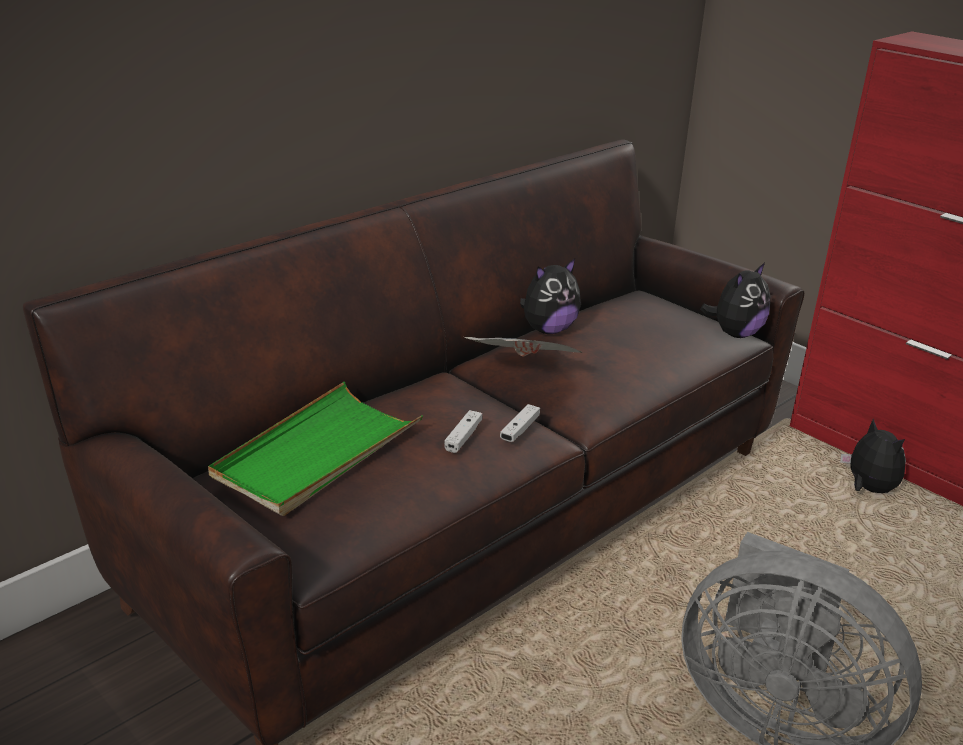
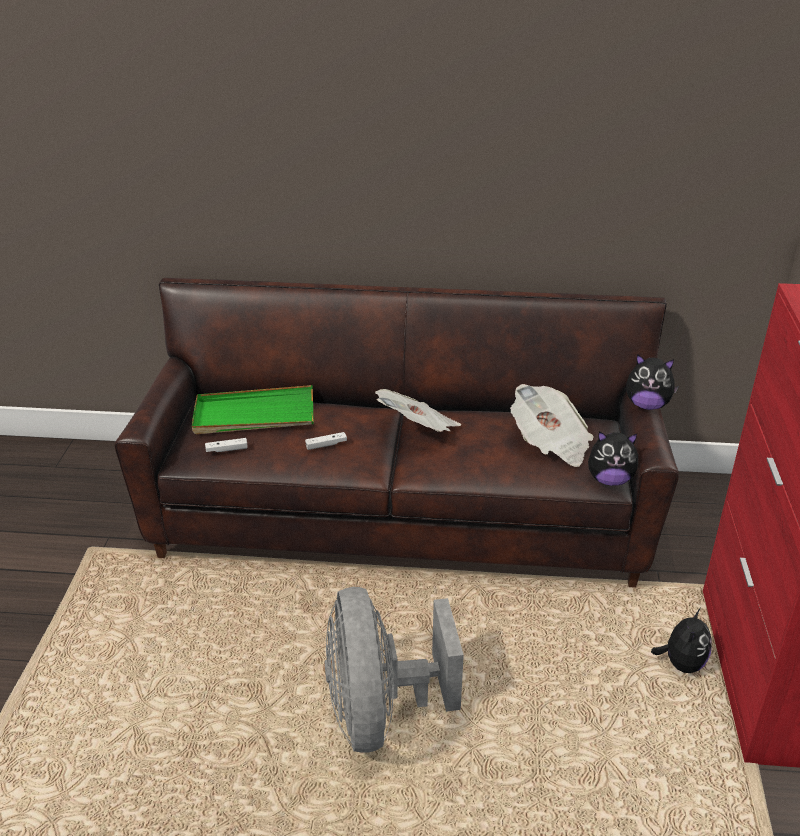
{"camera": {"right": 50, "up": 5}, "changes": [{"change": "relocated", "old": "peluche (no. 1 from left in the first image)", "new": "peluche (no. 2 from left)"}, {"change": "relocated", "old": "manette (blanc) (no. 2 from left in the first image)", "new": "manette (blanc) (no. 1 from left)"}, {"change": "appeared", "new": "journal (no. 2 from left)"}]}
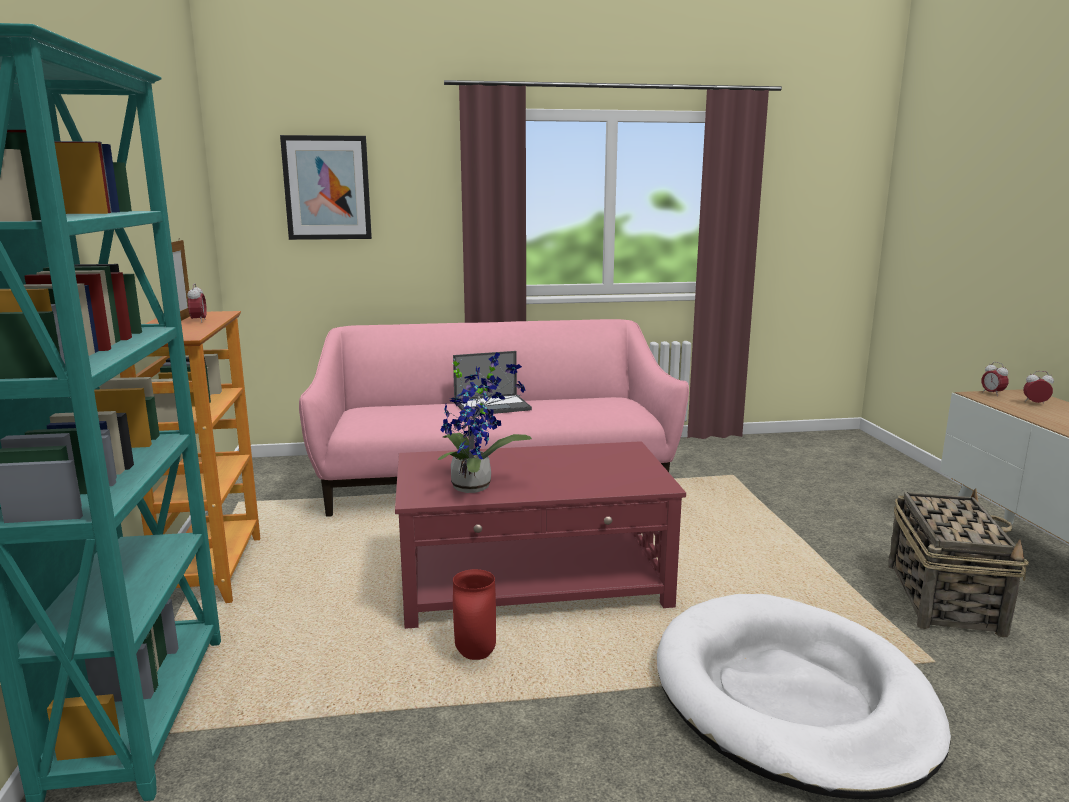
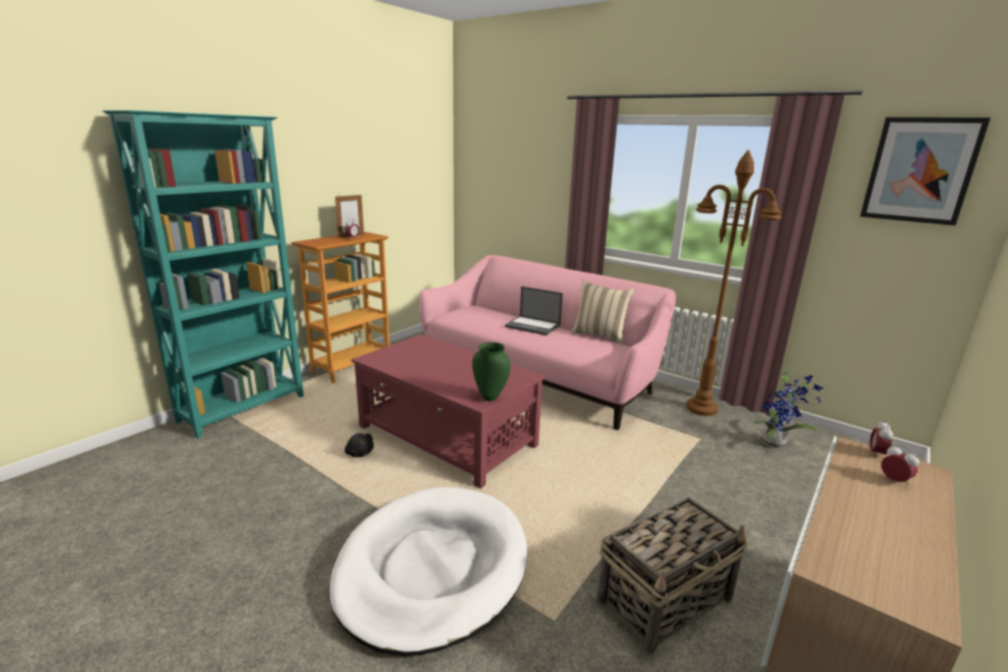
{"camera": {"right": 45, "up": 5}, "changes": [{"change": "relocated", "old": "tableau"}, {"change": "relocated", "old": "plante en pot"}, {"change": "exchanged", "old": "vase (rouge)", "new": "peluche (noir)"}, {"change": "appeared", "new": "lampadaire (marron)"}, {"change": "appeared", "new": "coussin (beige)"}, {"change": "appeared", "new": "vase (vert)"}]}
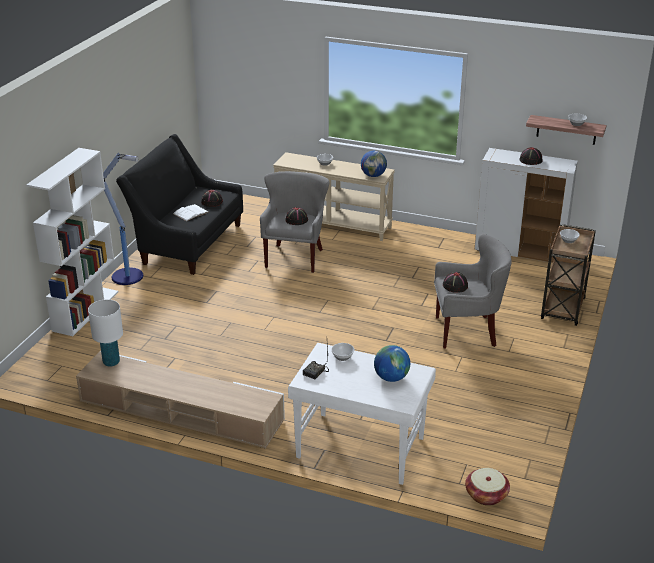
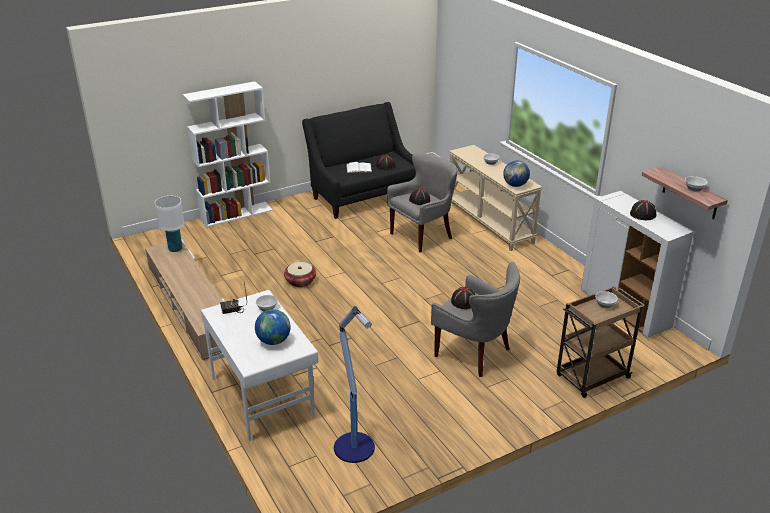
{"camera": {"right": 40, "up": 0}, "changes": [{"change": "relocated", "old": "lampadaire"}, {"change": "relocated", "old": "panier"}]}
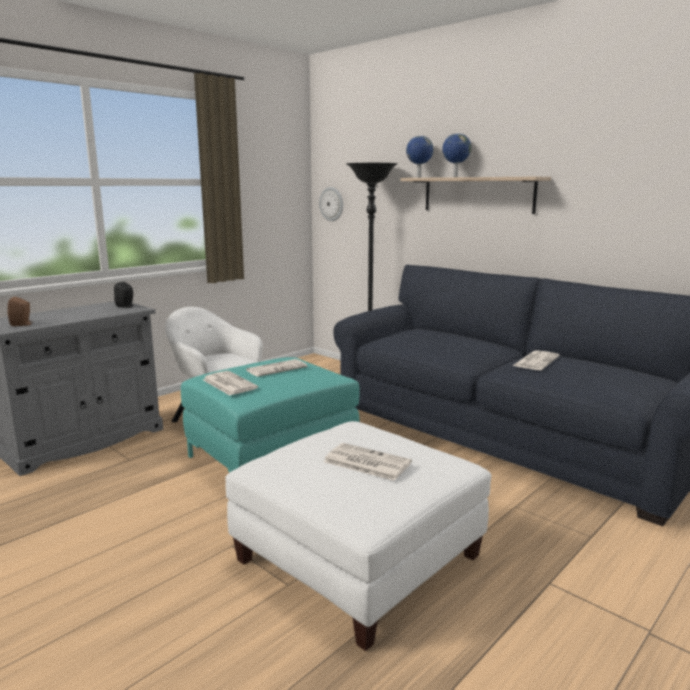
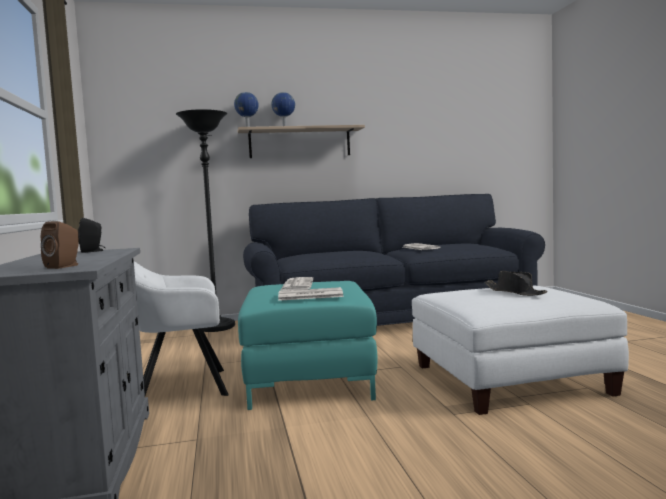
{"camera": {"right": -55, "up": -10}, "changes": [{"change": "missing", "old": "horloge murale"}, {"change": "exchanged", "old": "journal (no. 3 from left)", "new": "chapeau (noir)"}]}
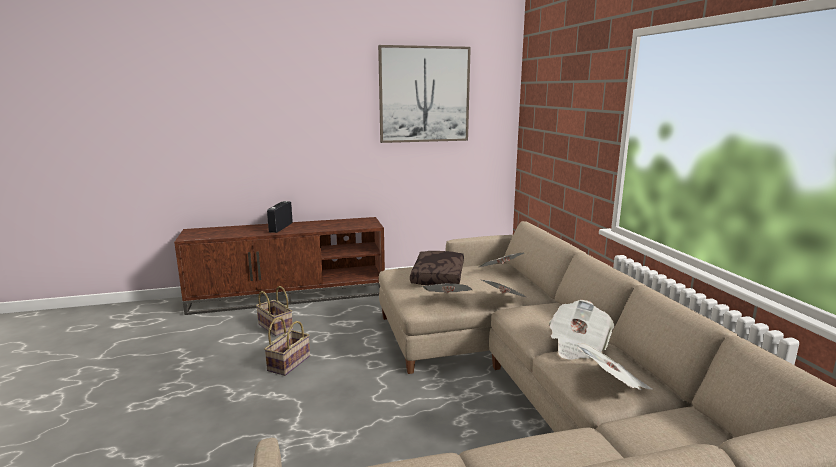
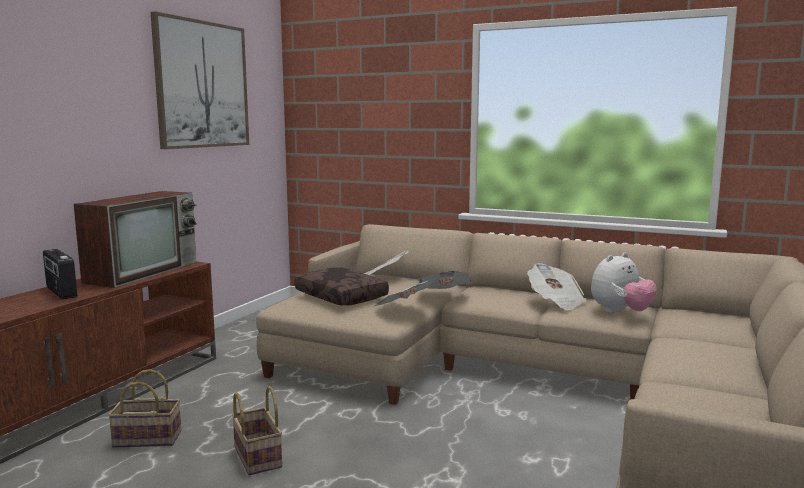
{"camera": {"right": -50, "up": -5}, "changes": [{"change": "exchanged", "old": "journal (no. 5 from left)", "new": "peluche"}, {"change": "appeared", "new": "téléviseur"}]}
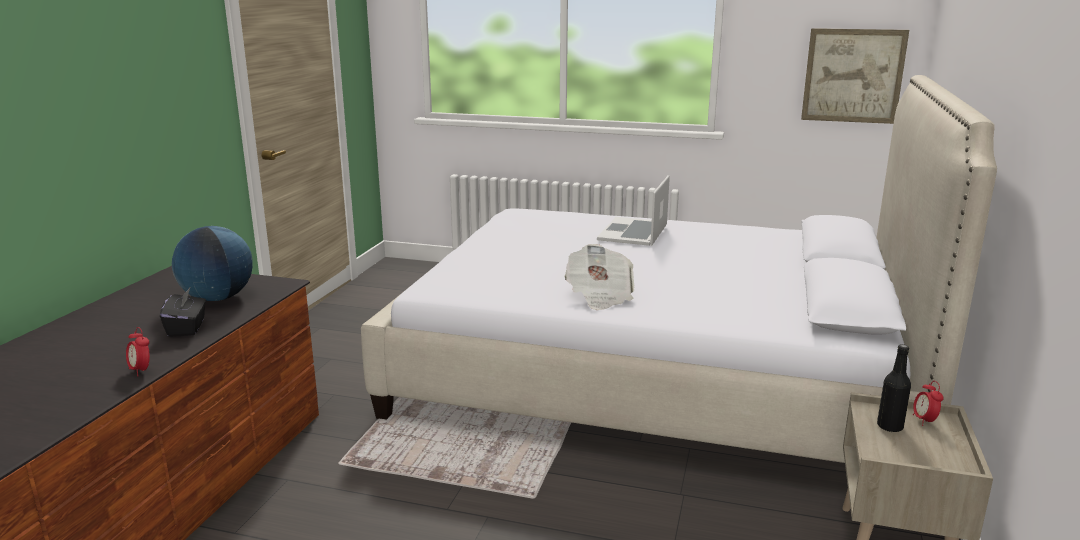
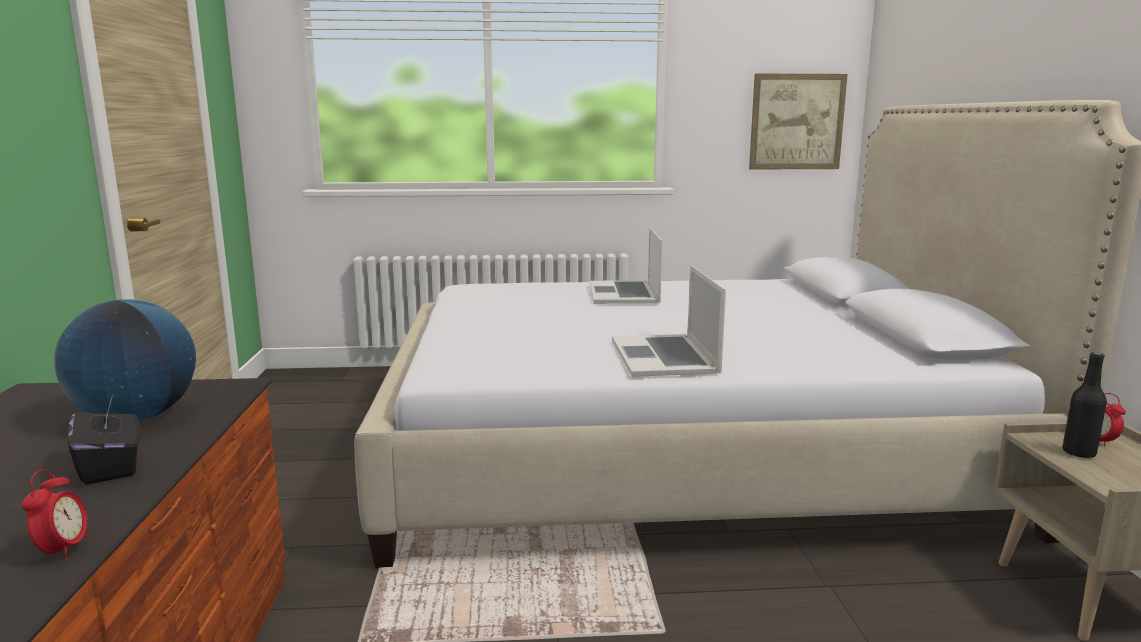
{"camera": {"right": -20, "up": -5}, "changes": [{"change": "exchanged", "old": "journal", "new": "ordinateur portable (no. 2 from left)"}, {"change": "spun", "old": "réveil (no. 1 from left)", "degrees": -120}]}
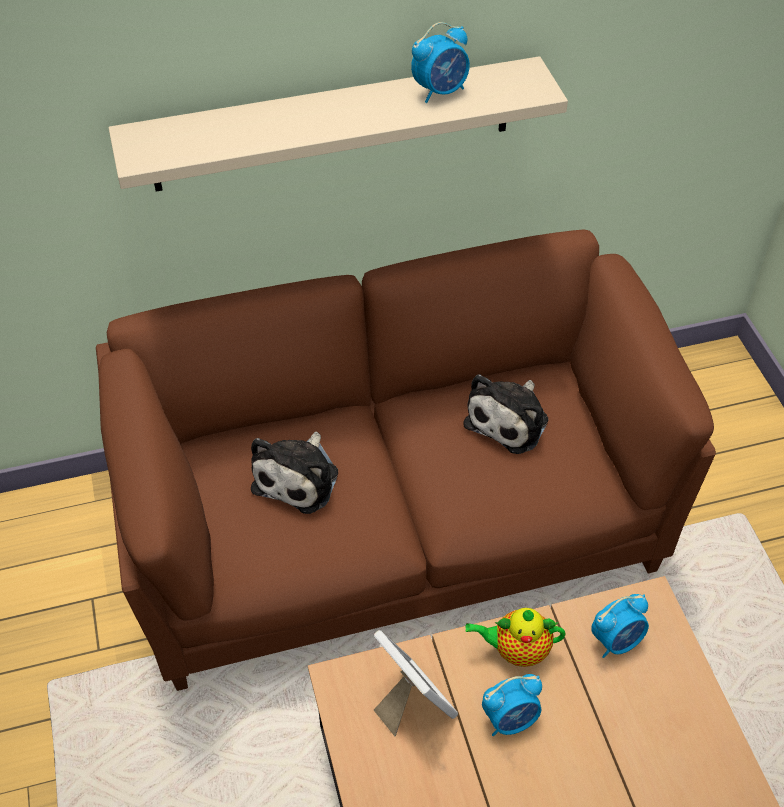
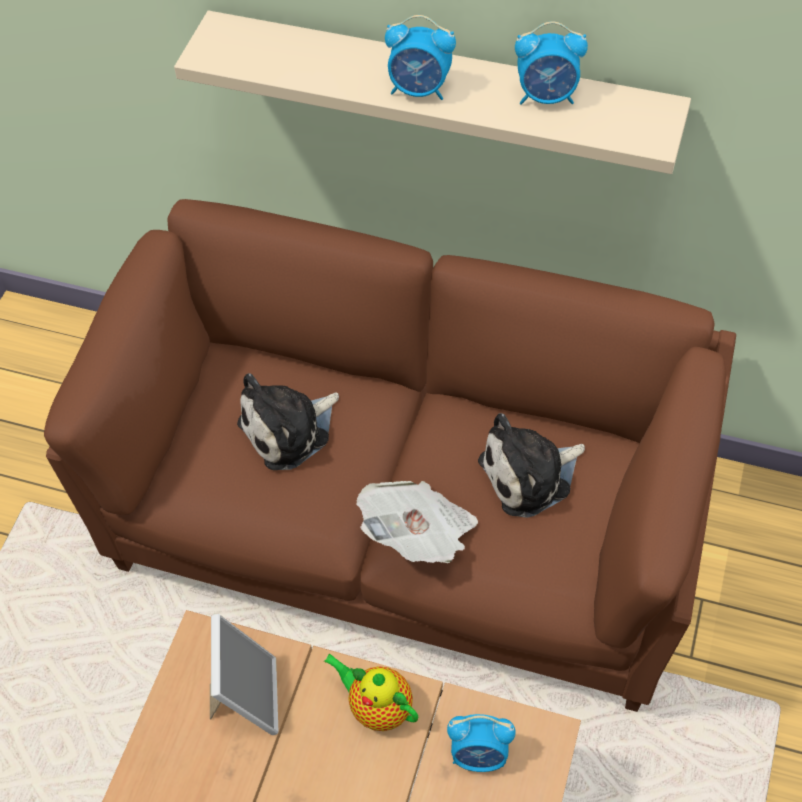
{"camera": {"right": 35, "up": 5}, "changes": [{"change": "relocated", "old": "réveil (no. 2 from left in the first image)", "new": "réveil (no. 1 from left)"}, {"change": "appeared", "new": "journal"}]}
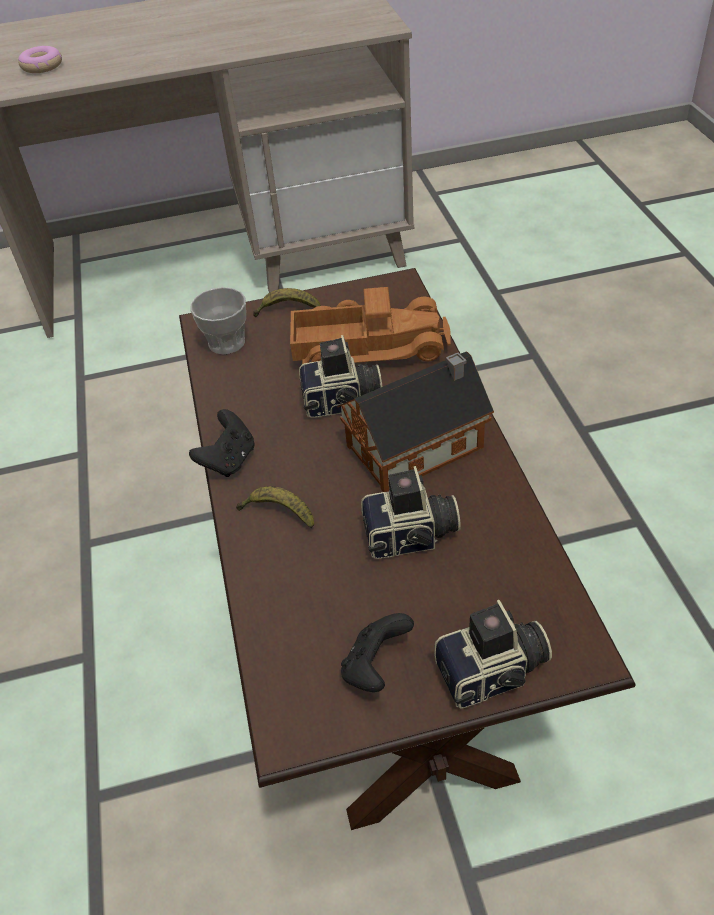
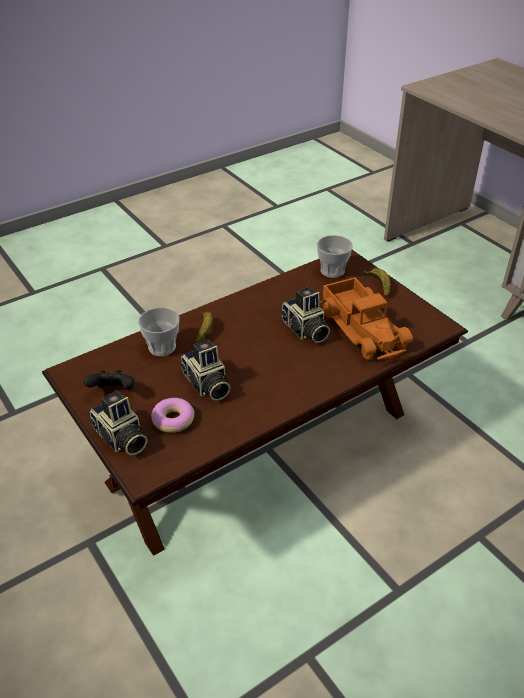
{"camera": {"right": 65, "up": -5}, "changes": [{"change": "relocated", "old": "beignet"}, {"change": "missing", "old": "maison miniature"}, {"change": "missing", "old": "manette (noir) (no. 1 from left)"}, {"change": "appeared", "new": "tasse (no. 1 from left)"}]}
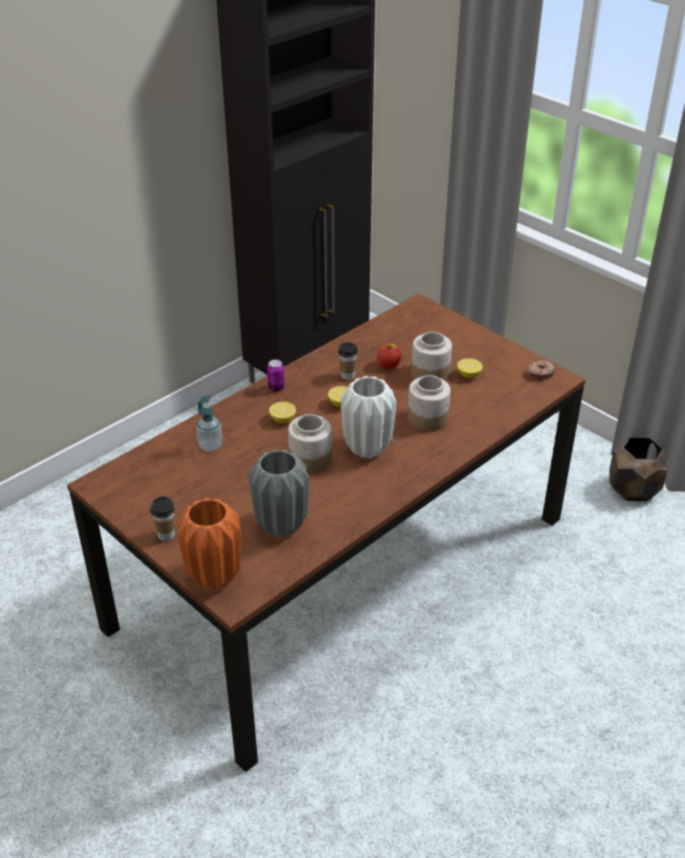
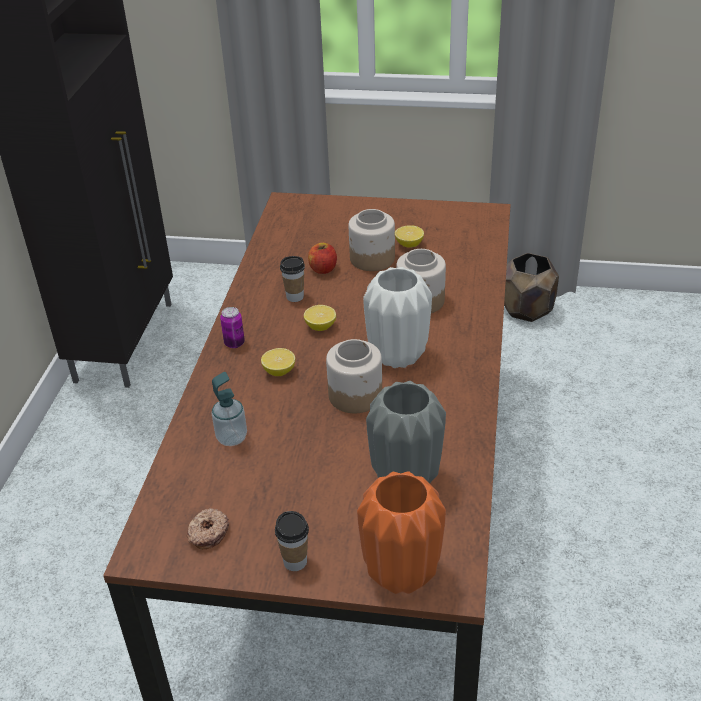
{"camera": {"right": -35, "up": 0}, "changes": [{"change": "relocated", "old": "beignet"}]}
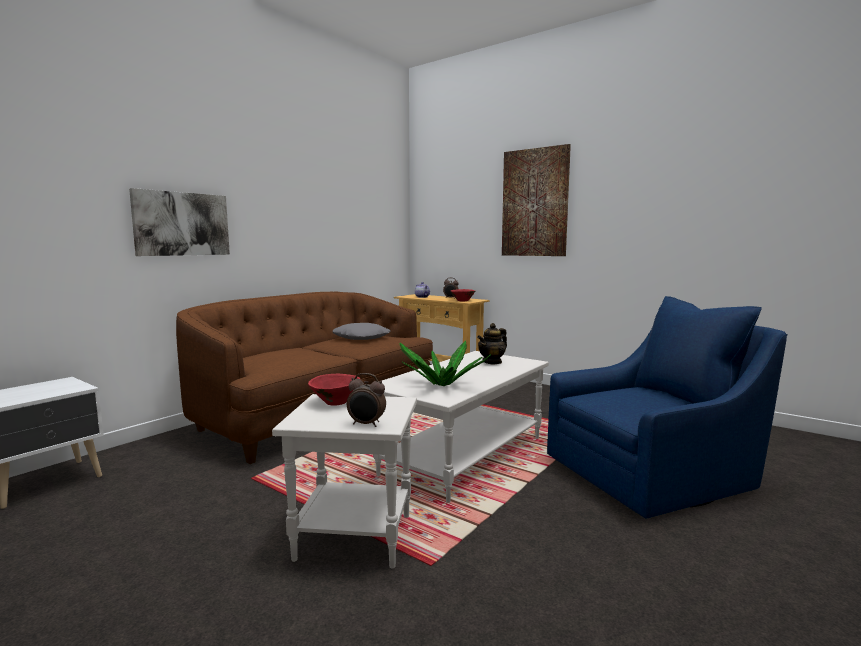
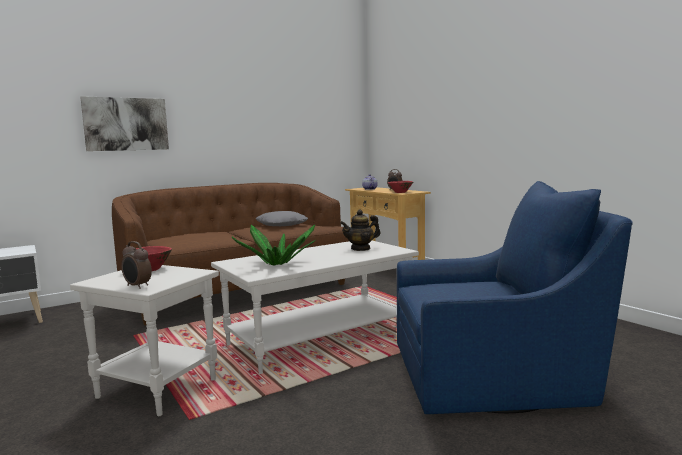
{"camera": {"right": 20, "up": 0}, "changes": [{"change": "missing", "old": "tableau (no. 2 from left)"}]}
